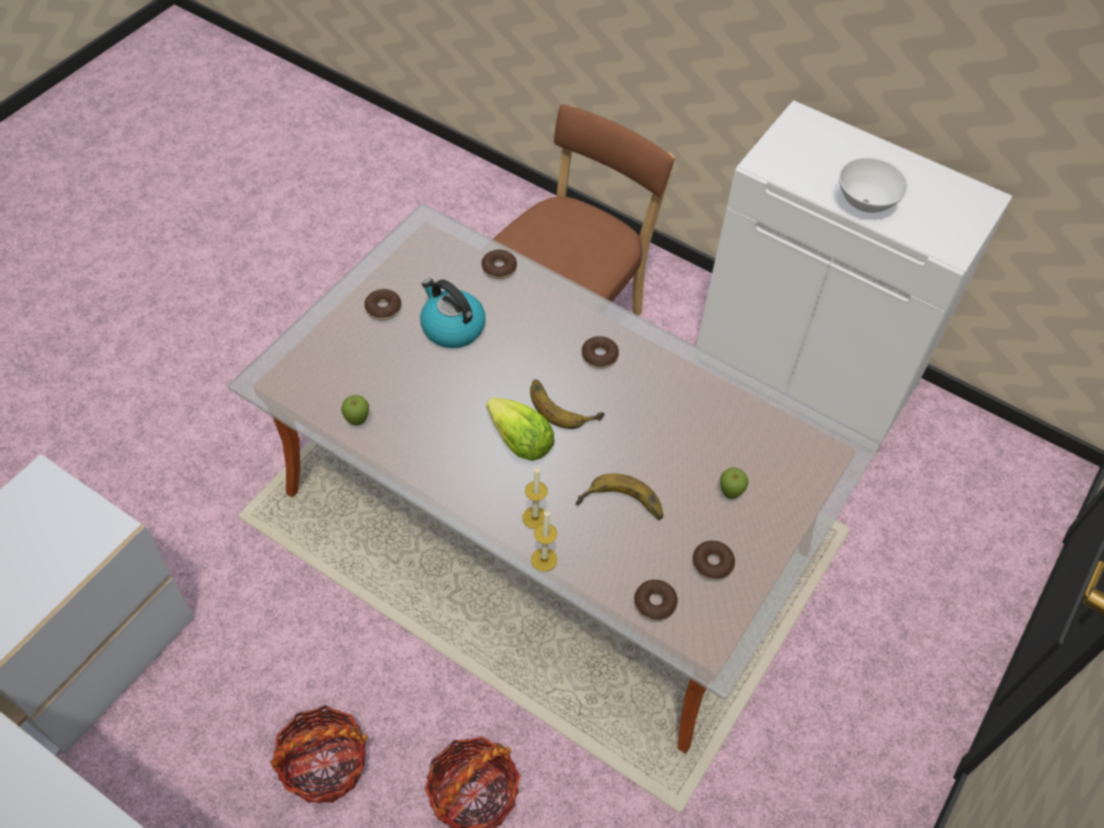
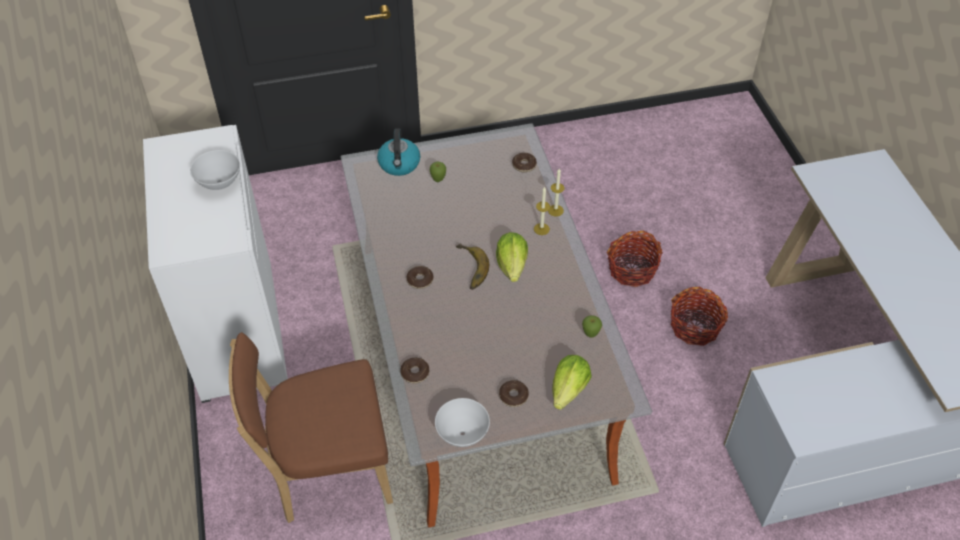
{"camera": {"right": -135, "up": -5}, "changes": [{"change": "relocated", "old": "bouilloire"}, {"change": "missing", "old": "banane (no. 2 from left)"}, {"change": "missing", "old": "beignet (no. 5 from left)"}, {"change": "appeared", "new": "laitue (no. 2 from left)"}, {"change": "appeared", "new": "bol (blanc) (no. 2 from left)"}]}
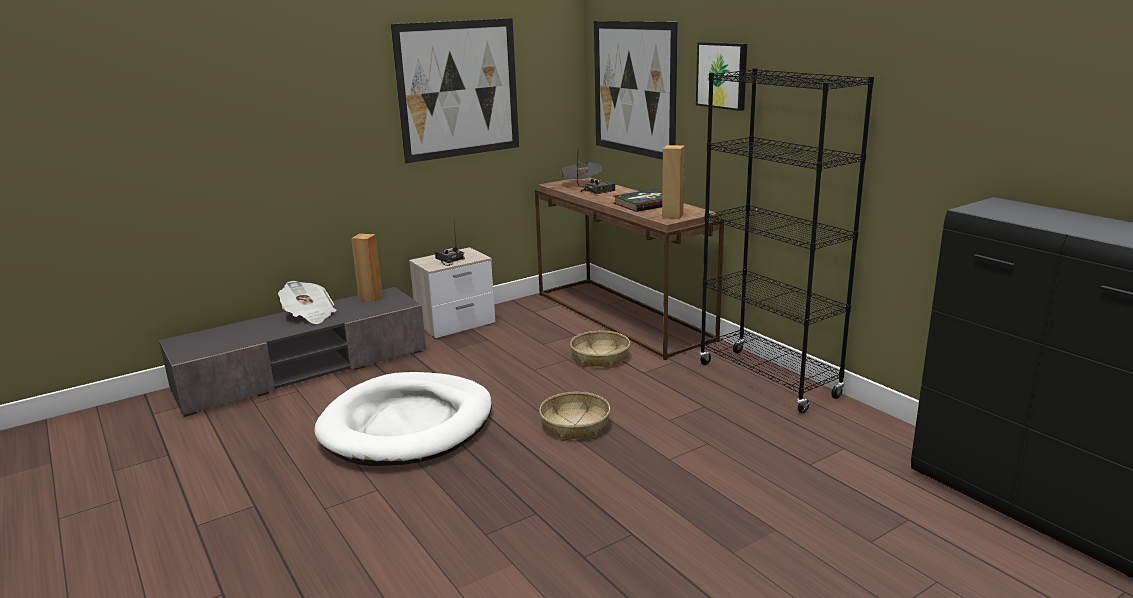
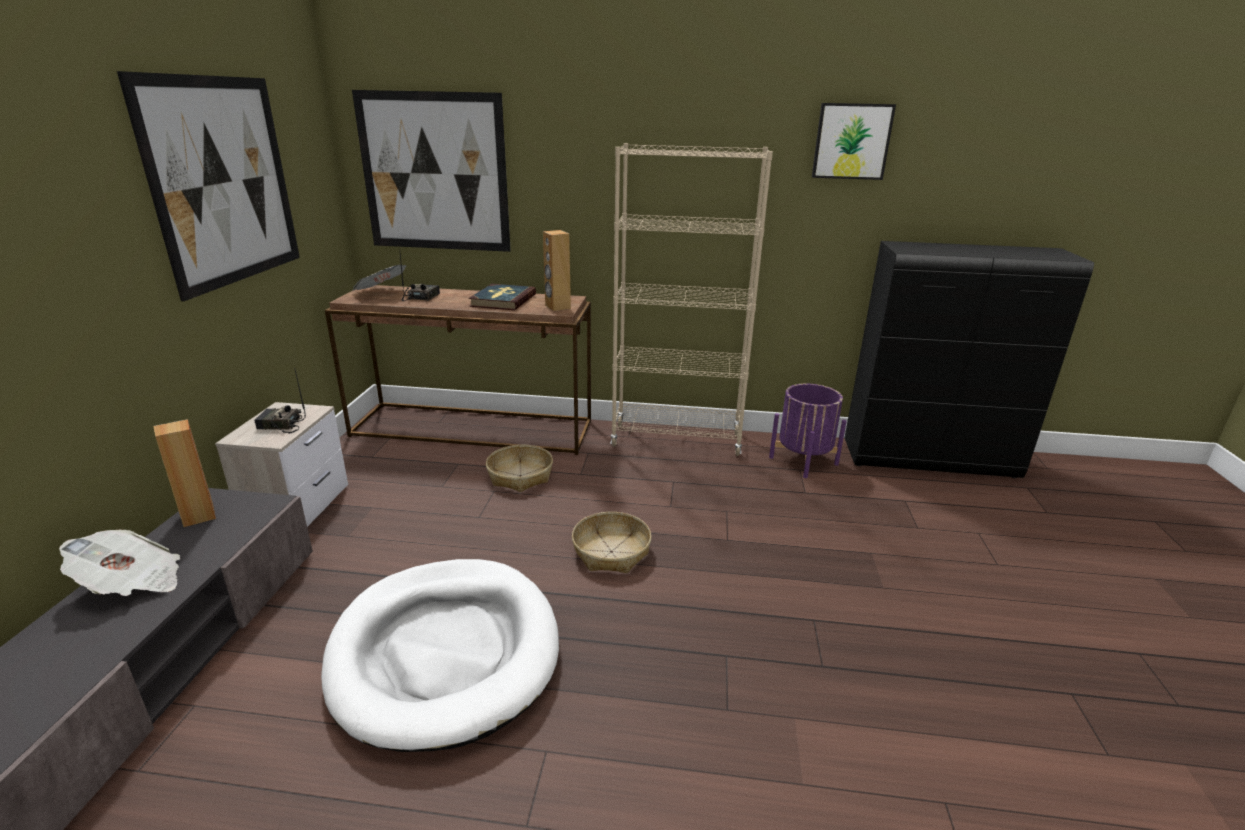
{"camera": {"right": -50, "up": 5}, "changes": [{"change": "relocated", "old": "tableau (no. 3 from left)"}, {"change": "colour", "old": "bibliothèque (noir)", "new": "bibliothèque (beige)"}, {"change": "appeared", "new": "cache-pot (violet)"}]}
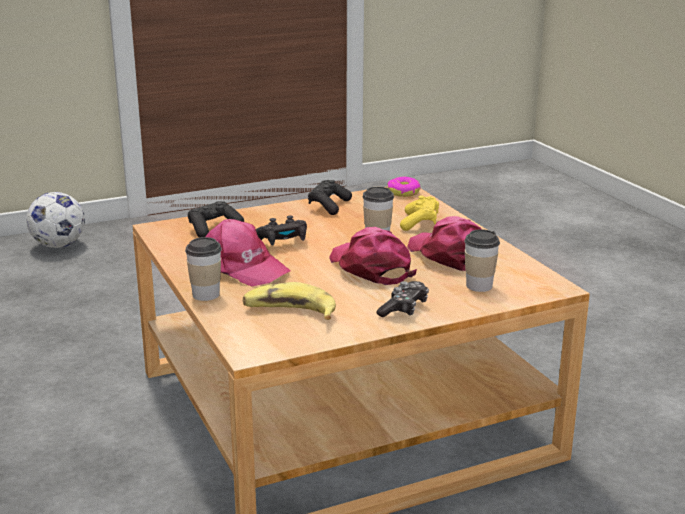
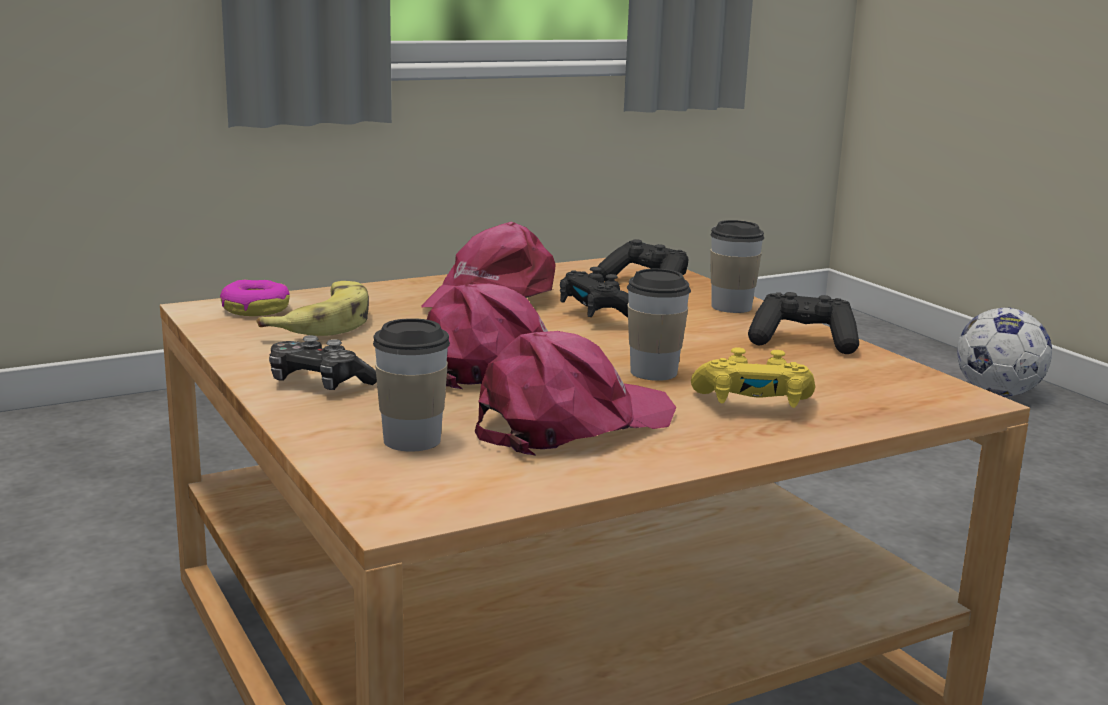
{"camera": {"right": 85, "up": -5}, "changes": [{"change": "relocated", "old": "beignet"}, {"change": "relocated", "old": "tasse (no. 1 from left in the first image)", "new": "tasse (no. 3 from left)"}]}
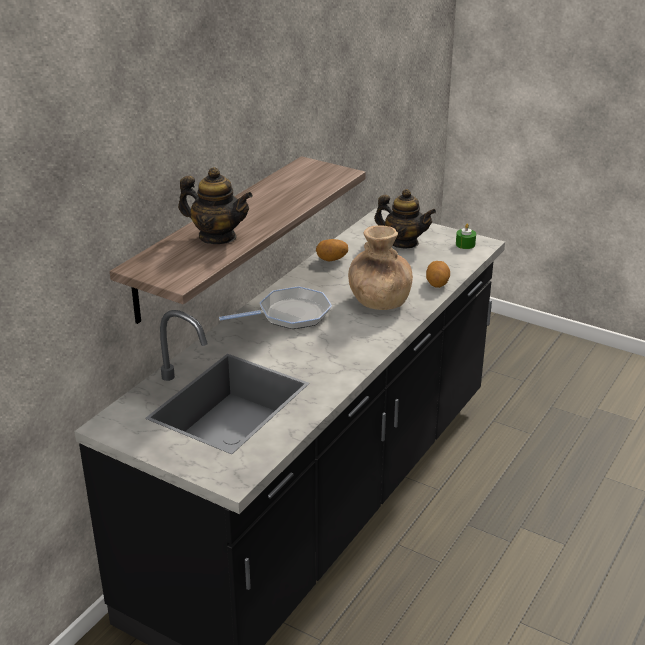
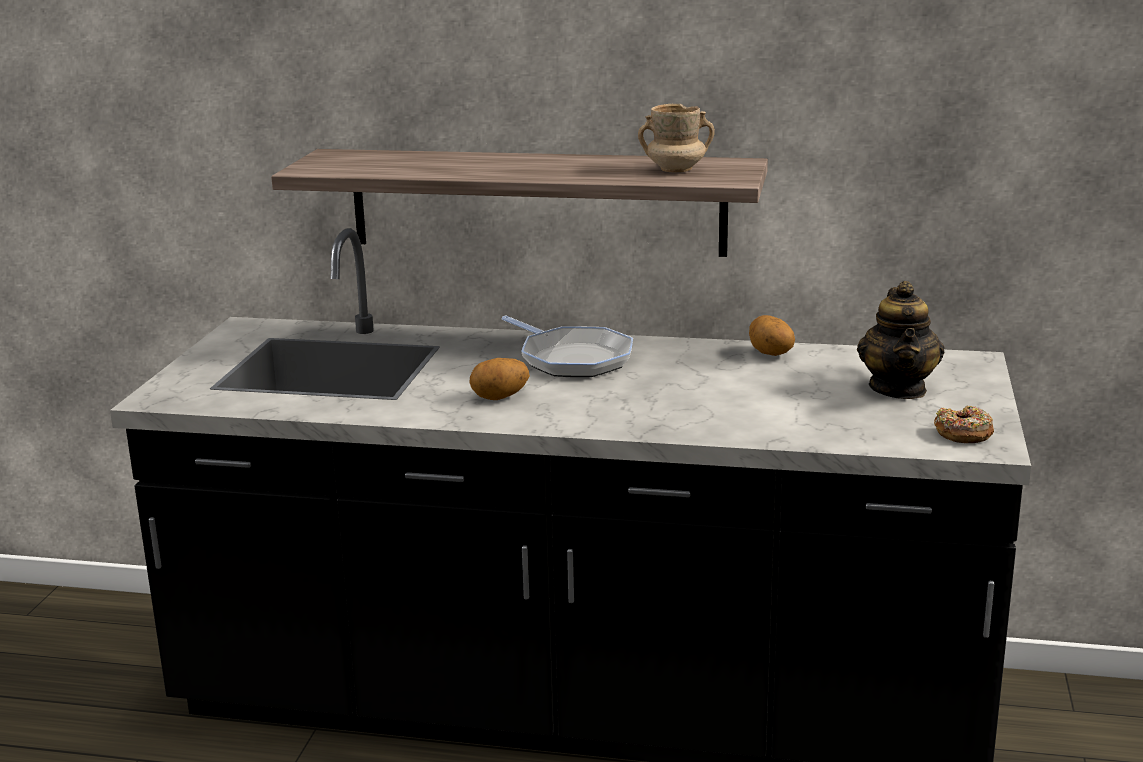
{"camera": {"right": 70, "up": -10}, "changes": [{"change": "missing", "old": "théière (no. 1 from left)"}, {"change": "exchanged", "old": "bougie (vert)", "new": "beignet"}, {"change": "missing", "old": "vase (marron)"}, {"change": "relocated", "old": "pomme de terre (no. 2 from left in the first image)", "new": "pomme de terre (no. 1 from left)"}, {"change": "appeared", "new": "mug (beige)"}]}
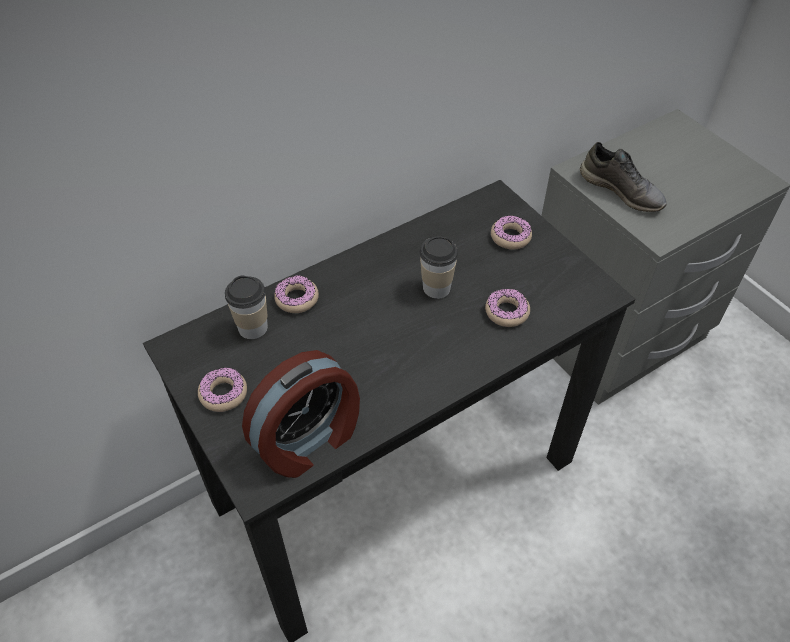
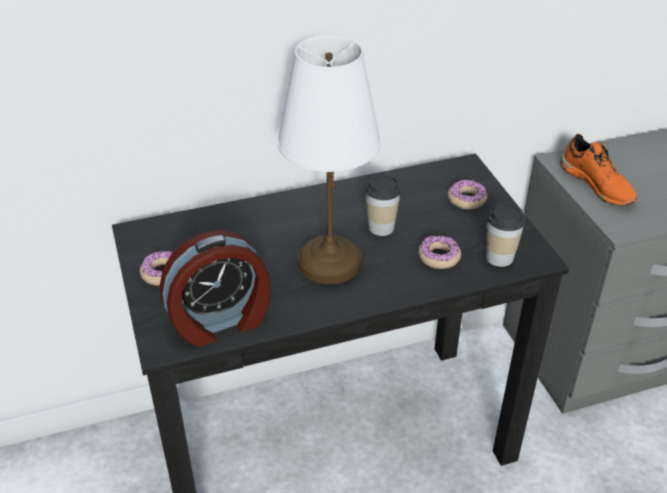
{"camera": {"right": 15, "up": -10}, "changes": [{"change": "colour", "old": "chaussure (gris)", "new": "chaussure (orange)"}, {"change": "relocated", "old": "tasse (no. 1 from left in the first image)", "new": "tasse (no. 2 from left)"}, {"change": "missing", "old": "beignet (no. 2 from left)"}, {"change": "appeared", "new": "lampe de table (blanc)"}]}
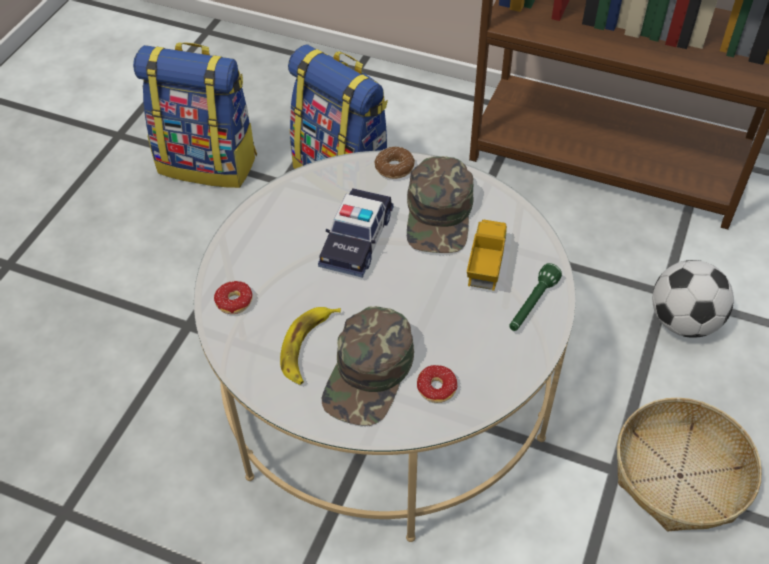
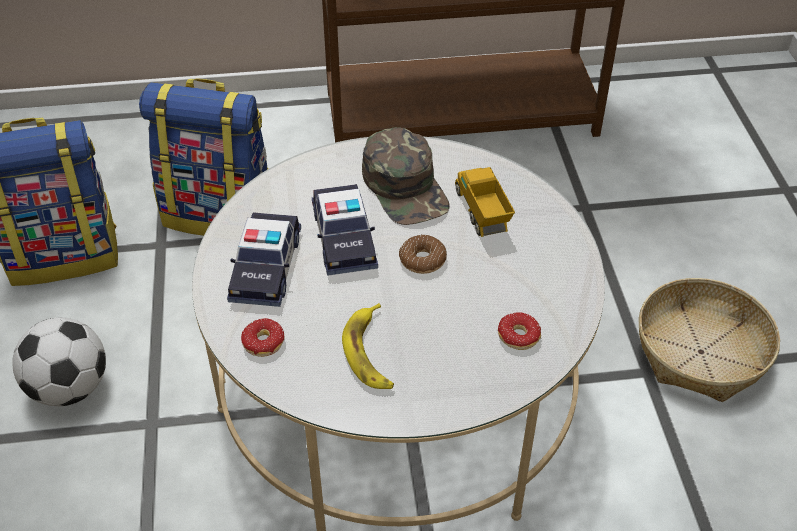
{"camera": {"right": -30, "up": -5}, "changes": [{"change": "relocated", "old": "beignet (no. 2 from left)"}, {"change": "relocated", "old": "ballon de foot"}, {"change": "missing", "old": "lampe de poche (vert)"}, {"change": "missing", "old": "casquette (vert) (no. 1 from left)"}, {"change": "appeared", "new": "petite voiture (no. 1 from left)"}]}
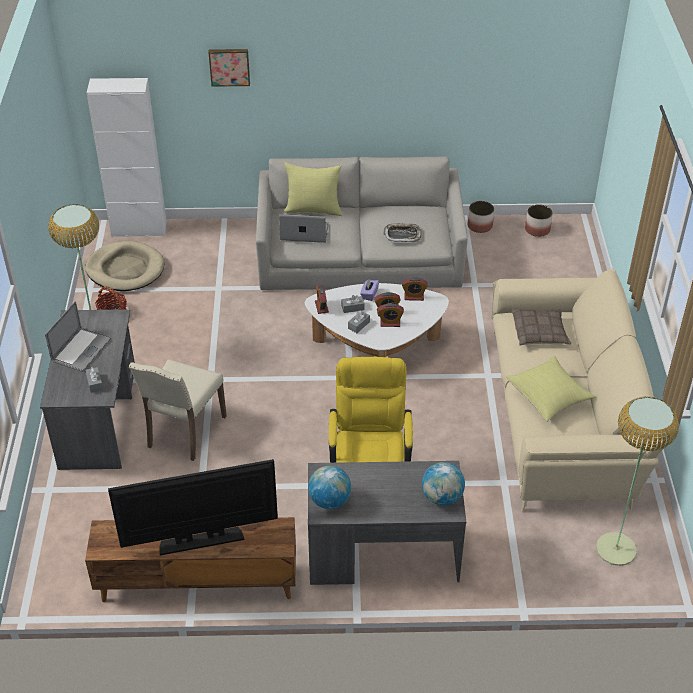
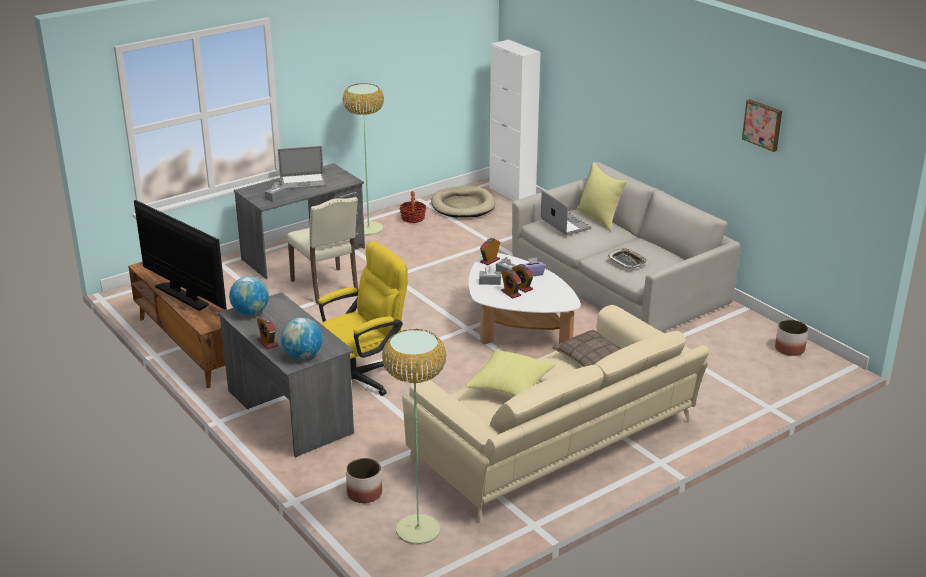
{"camera": {"right": 55, "up": -15}, "changes": [{"change": "relocated", "old": "tableau"}, {"change": "relocated", "old": "cache-pot (no. 1 from left)"}, {"change": "relocated", "old": "réveil (no. 4 from left in the first image)", "new": "réveil (no. 1 from left)"}, {"change": "spun", "old": "chaise (beige)", "degrees": -105}]}
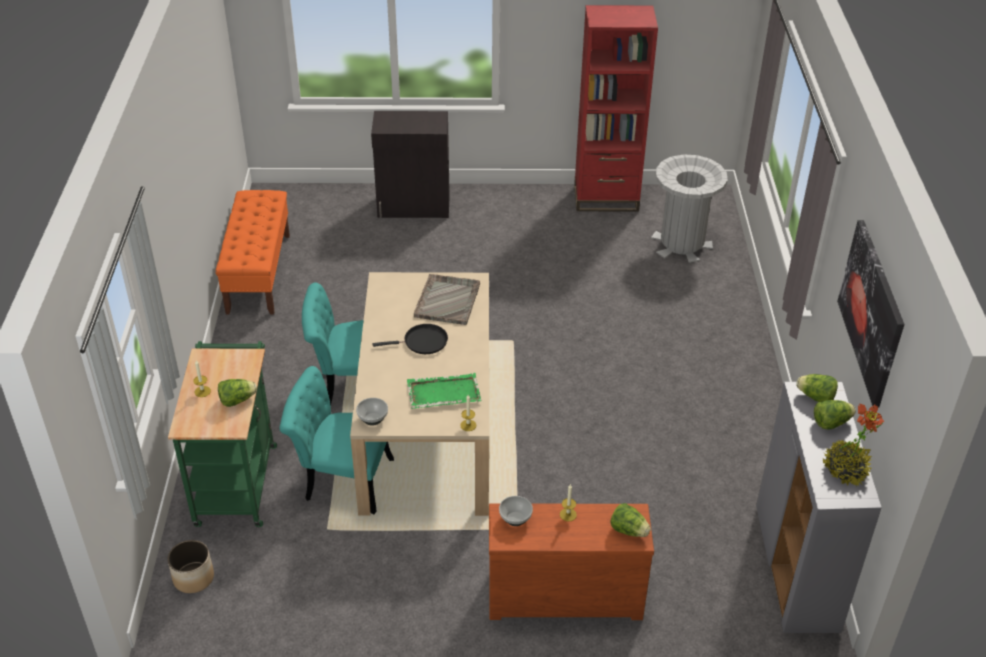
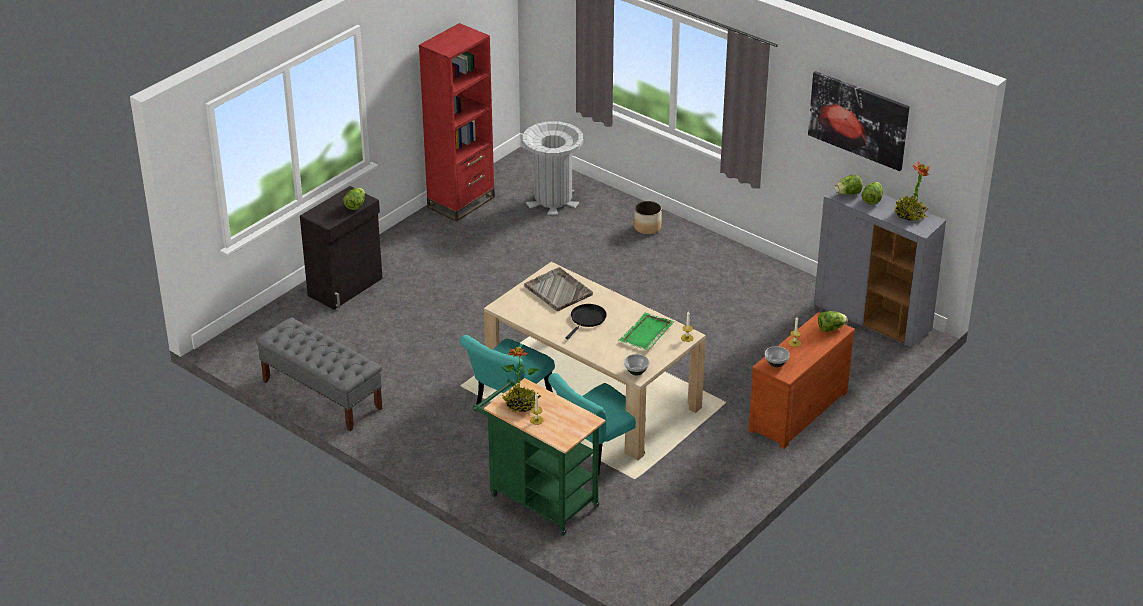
{"camera": {"right": -50, "up": -5}, "changes": [{"change": "colour", "old": "banc (orange)", "new": "banc (gris)"}, {"change": "relocated", "old": "laitue (no. 1 from left)"}, {"change": "relocated", "old": "cache-pot"}, {"change": "appeared", "new": "plante en pot (no. 1 from left)"}]}
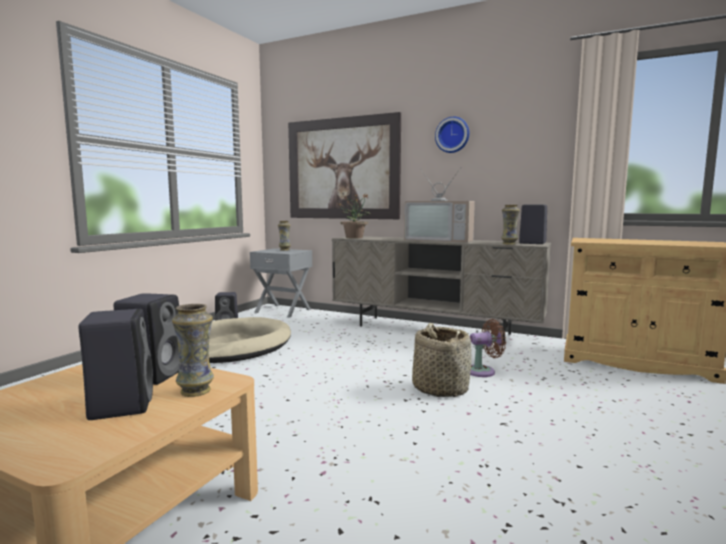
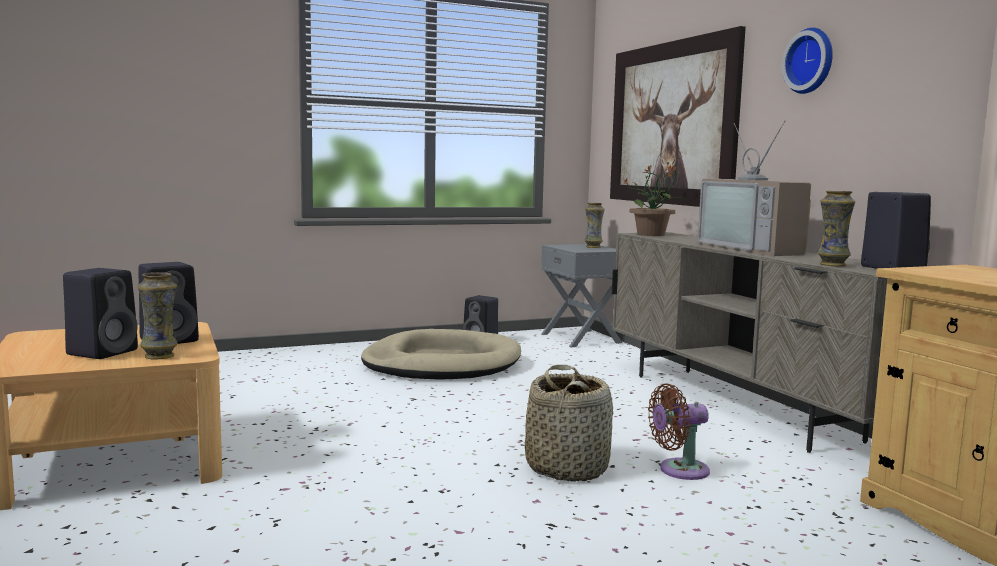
{"camera": {"right": 40, "up": 0}, "changes": [{"change": "spun", "old": "ventilateur (marron)", "degrees": 135}]}
